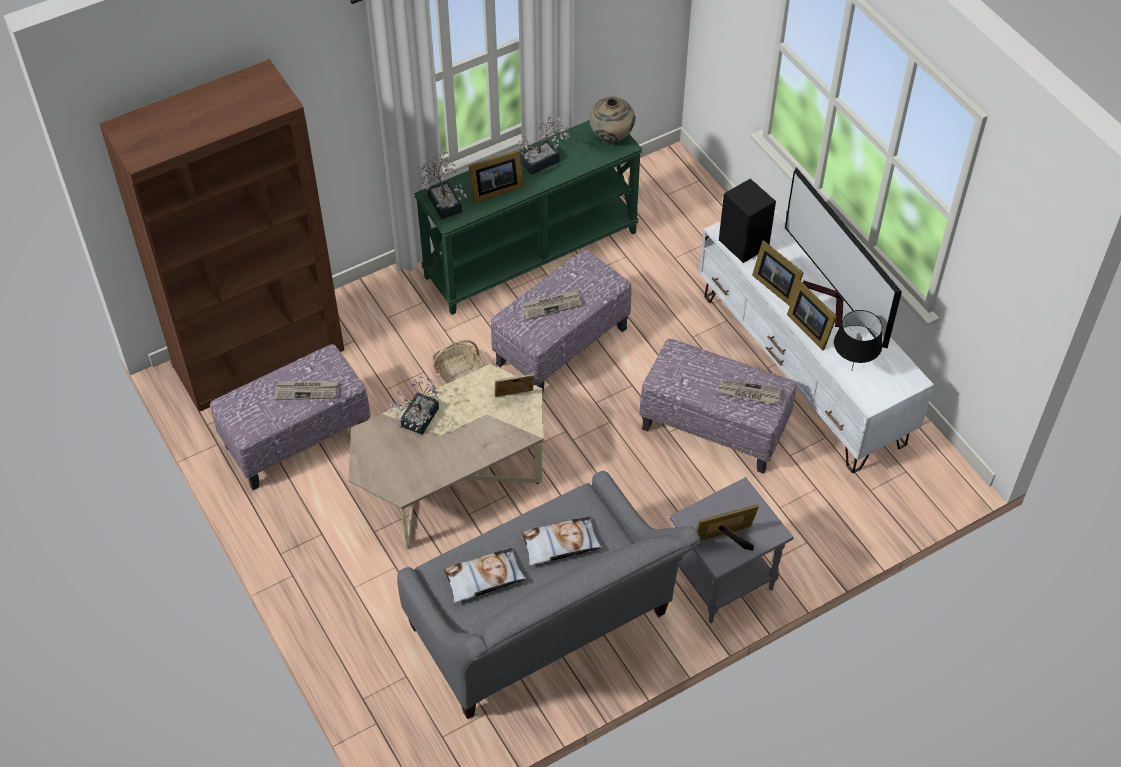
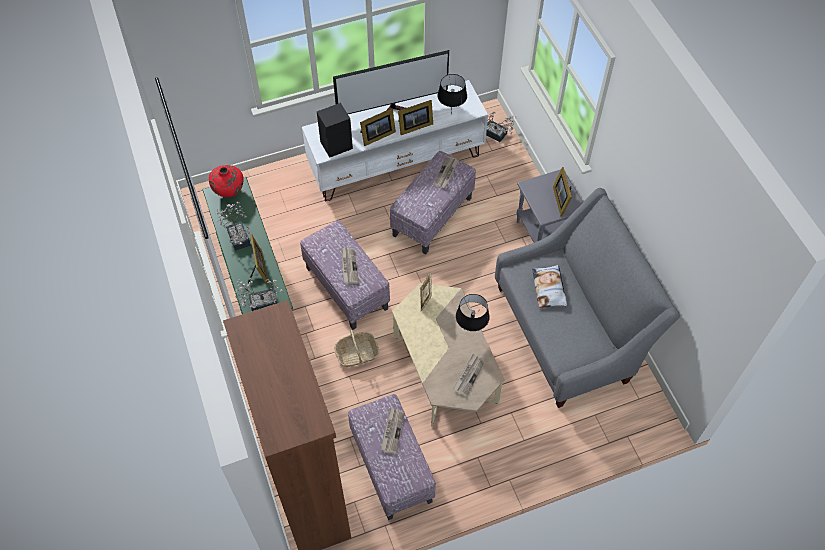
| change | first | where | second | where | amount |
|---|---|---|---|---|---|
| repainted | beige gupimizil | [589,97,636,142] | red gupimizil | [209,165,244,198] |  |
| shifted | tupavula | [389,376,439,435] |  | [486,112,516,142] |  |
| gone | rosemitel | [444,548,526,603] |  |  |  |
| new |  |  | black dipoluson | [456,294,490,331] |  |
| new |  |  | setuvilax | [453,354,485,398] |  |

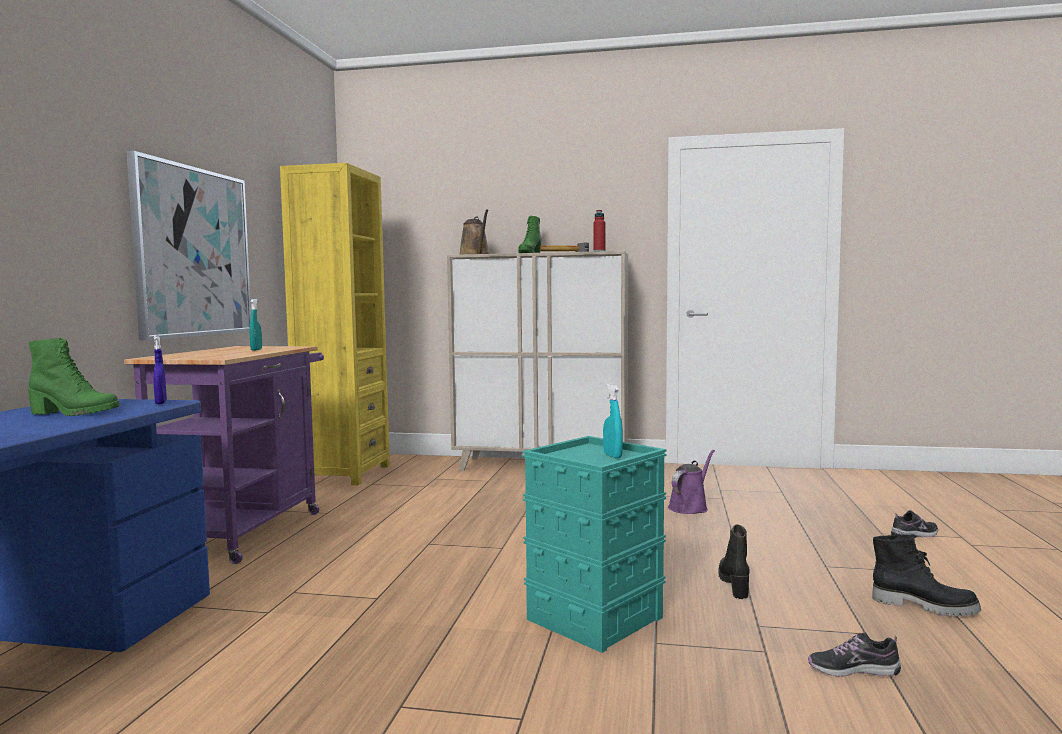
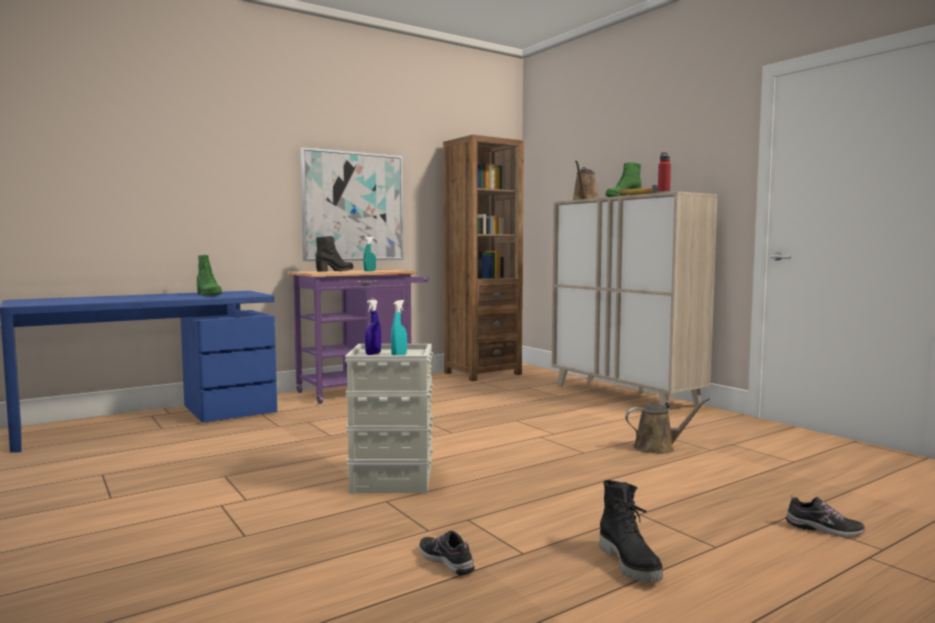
| change | first | where | second | where | amount |
|---|---|---|---|---|---|
| repainted | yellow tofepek | [280,163,390,486] | brown tofepek | [443,135,524,382] |  |
| shifted | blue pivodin | [153,335,167,404] |  | [365,299,381,355] |  |
| repainted | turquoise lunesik | [522,436,667,653] | grey lunesik | [345,344,434,494] |  |
| repainted | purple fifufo | [668,450,715,514] | brown fifufo | [625,398,710,454] |  |
| shifted | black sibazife | [718,524,749,599] |  | [315,236,353,272] |  |

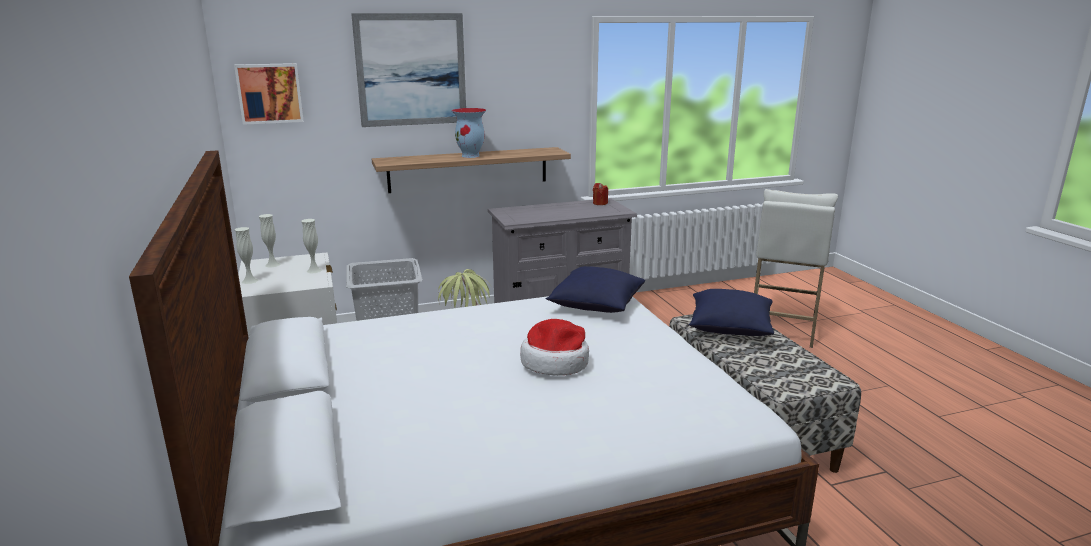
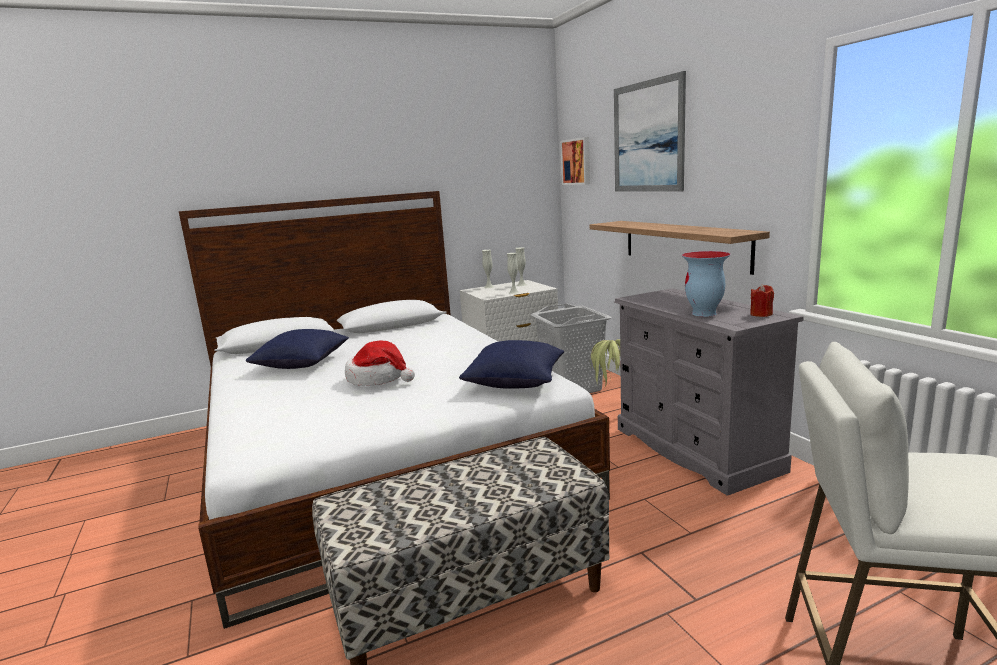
| change | first | where | second | where | amount |
|---|---|---|---|---|---|
| shifted | gupimizil | [451,108,486,158] |  | [682,251,731,317] |  |
| shifted | blue rosemitel | [688,289,774,336] |  | [246,329,349,369] |  |

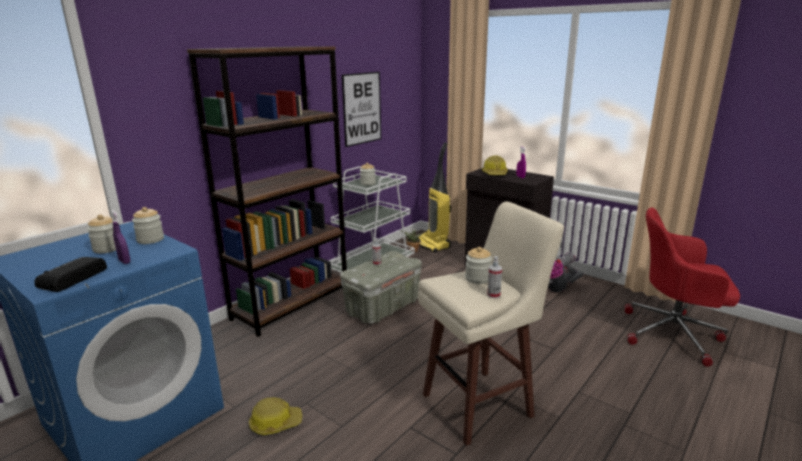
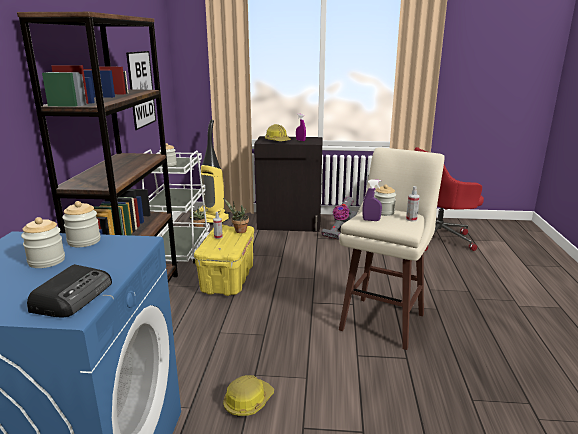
| change | first | where | second | where | amount |
|---|---|---|---|---|---|
| shifted | purple pivodin | [110,211,131,264] |  | [362,179,382,221] |  |
| repainted | grey lunesik | [340,251,422,324] | yellow lunesik | [194,225,254,296] |  |
| rotated | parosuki | [35,257,107,292] |  | [27,264,112,317] | 150 degrees counterclockwise |
| new |  |  | tupavula | [223,198,249,233] |  |

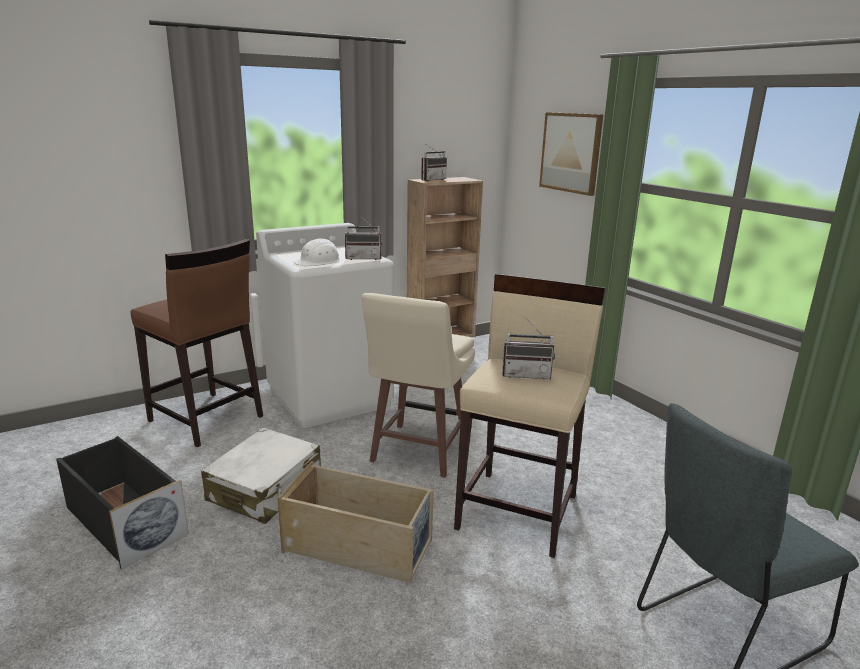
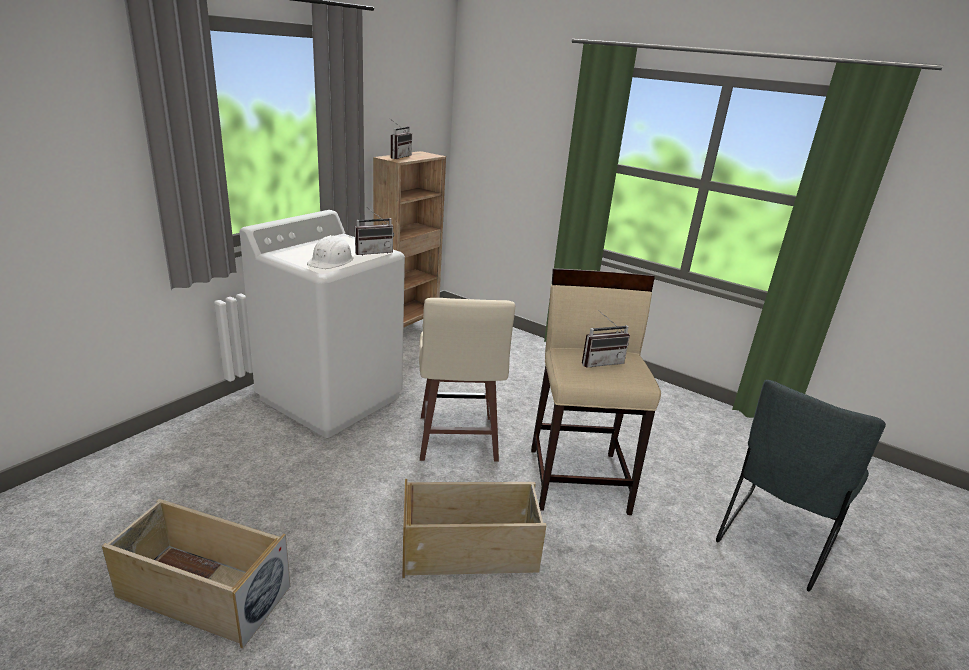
| change | first | where | second | where | amount |
|---|---|---|---|---|---|
| gone | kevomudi | [539,112,603,196] |  |  |  |
| gone | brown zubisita | [131,239,263,447] |  |  |  |
| gone | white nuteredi | [201,427,321,524] |  |  |  |
| repainted | black lunesik | [56,436,189,569] | beige lunesik | [102,499,290,648] |  |

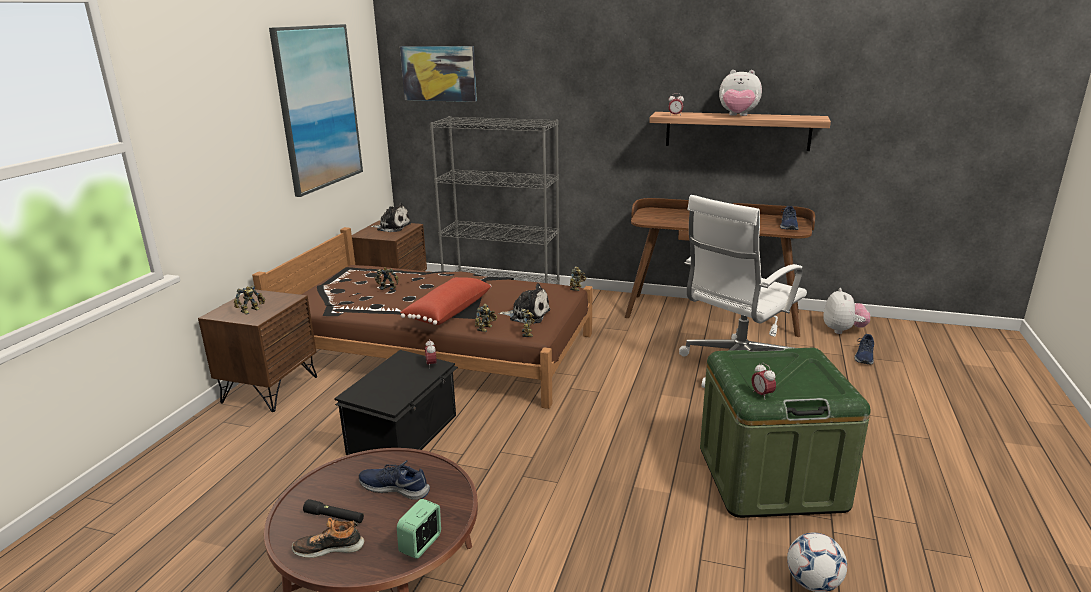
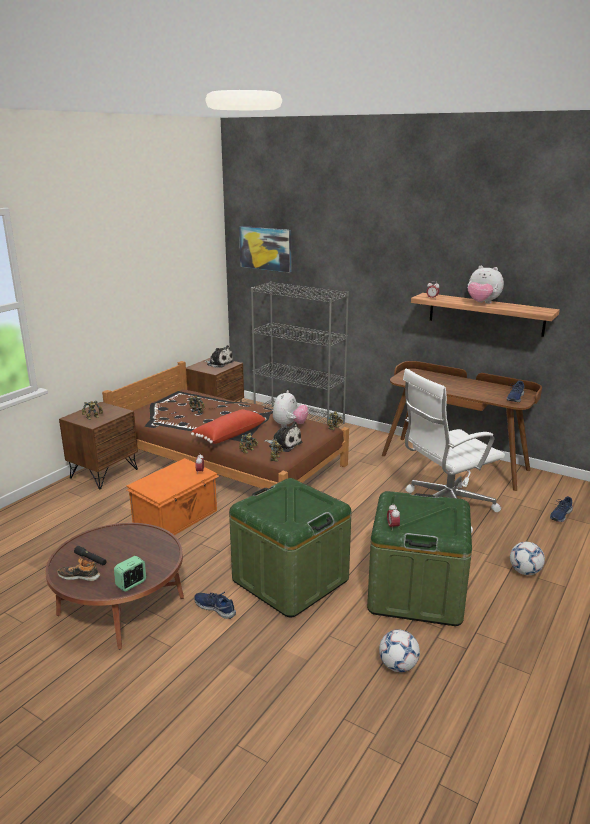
| change | first | where | second | where | amount |
|---|---|---|---|---|---|
| gone | kevomudi | [269,24,363,197] |  |  |  |
| shifted | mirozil | [823,288,870,334] |  | [273,390,309,427] |  |
| repainted | black lunesik | [334,350,458,455] | orange lunesik | [126,458,219,535] |  |
| shifted | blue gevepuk | [359,460,430,500] |  | [194,592,236,619] |  |
| new |  |  | green lunesik | [229,478,352,617] |  |
| new |  |  | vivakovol | [510,542,545,575] |  |

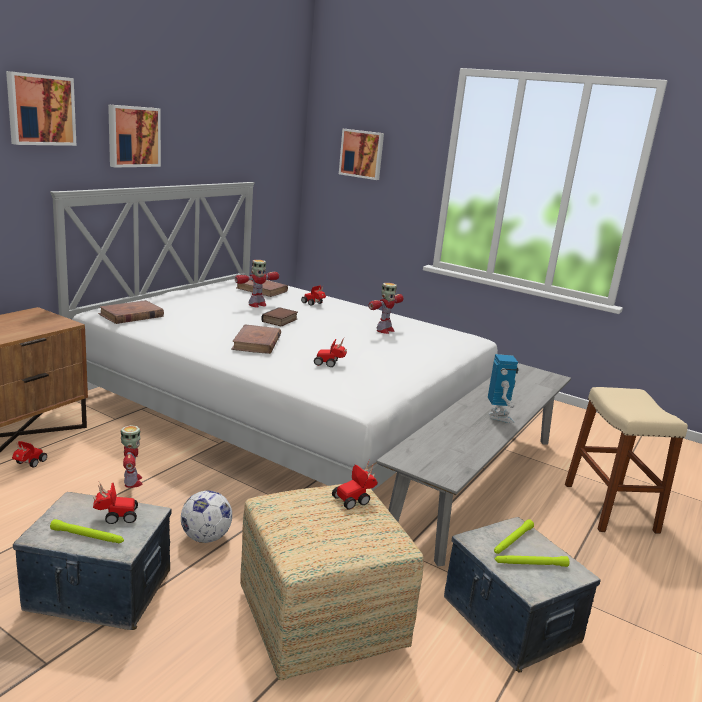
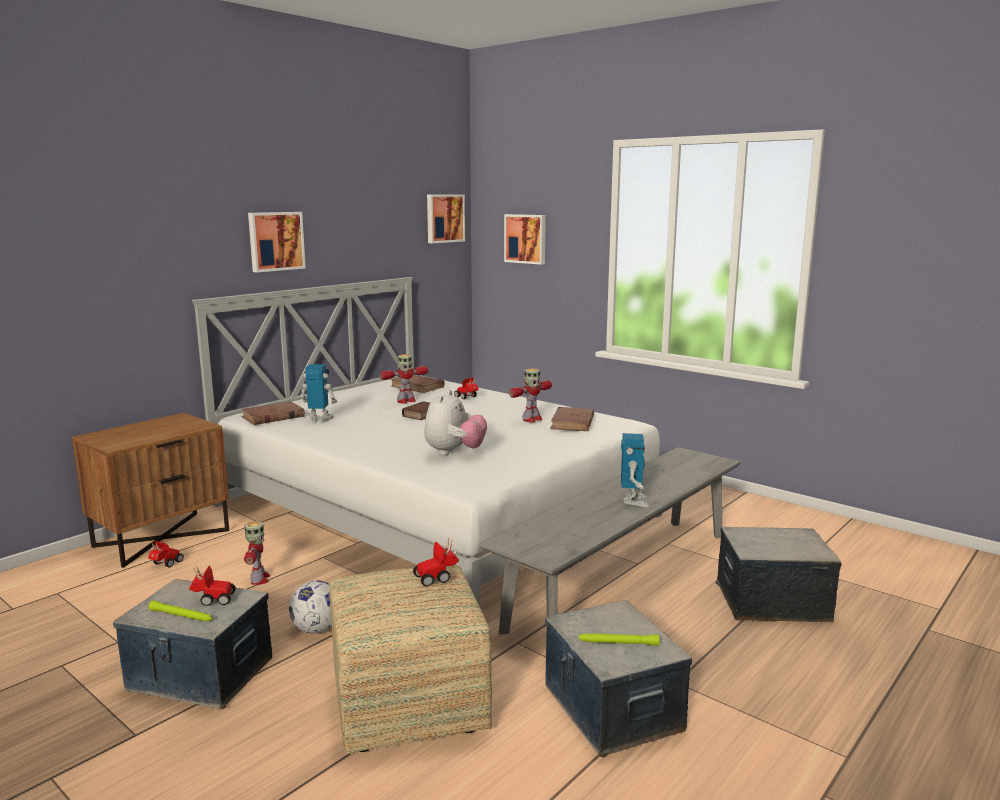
| change | first | where | second | where | amount |
|---|---|---|---|---|---|
| shifted | kevomudi | [6,71,77,146] |  | [427,194,465,243] |  |
| shifted | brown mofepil | [231,325,281,354] |  | [550,407,594,431] |  |
| swapped | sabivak | [314,338,347,367] | mirozil | [424,390,487,455] |  |
| swapped | beige zubisita | [565,387,688,534] | lunesik | [715,527,842,622] |  |
| gone | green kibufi | [494,519,534,554] |  |  |  |
| new |  |  | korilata | [300,364,337,423] |  |

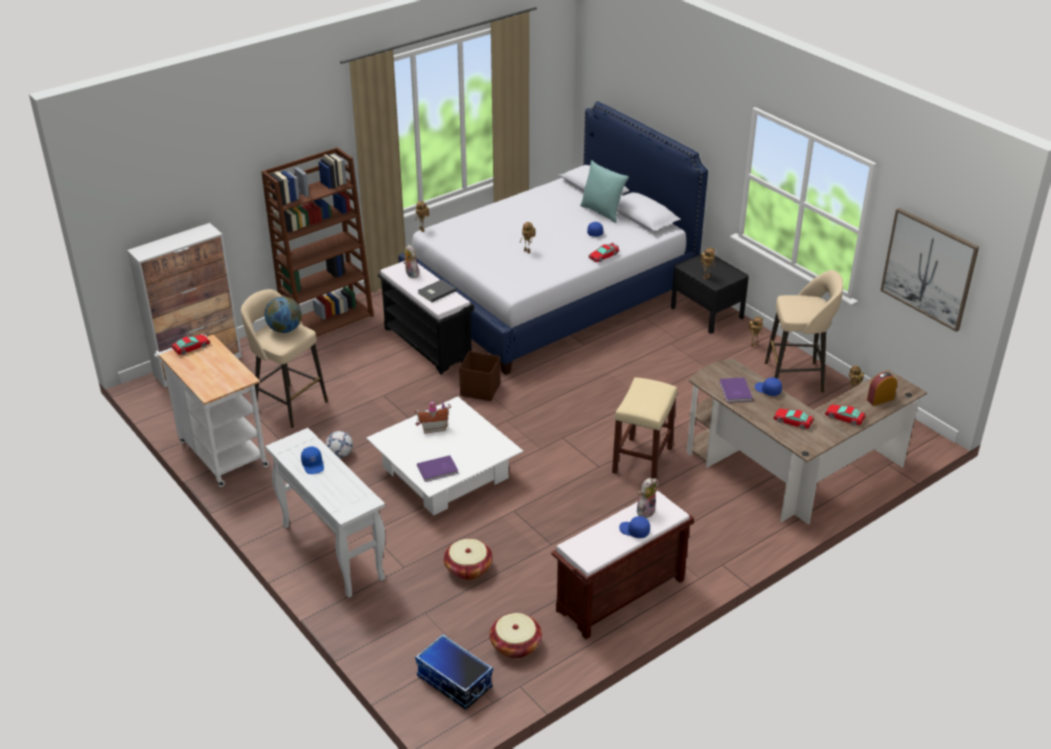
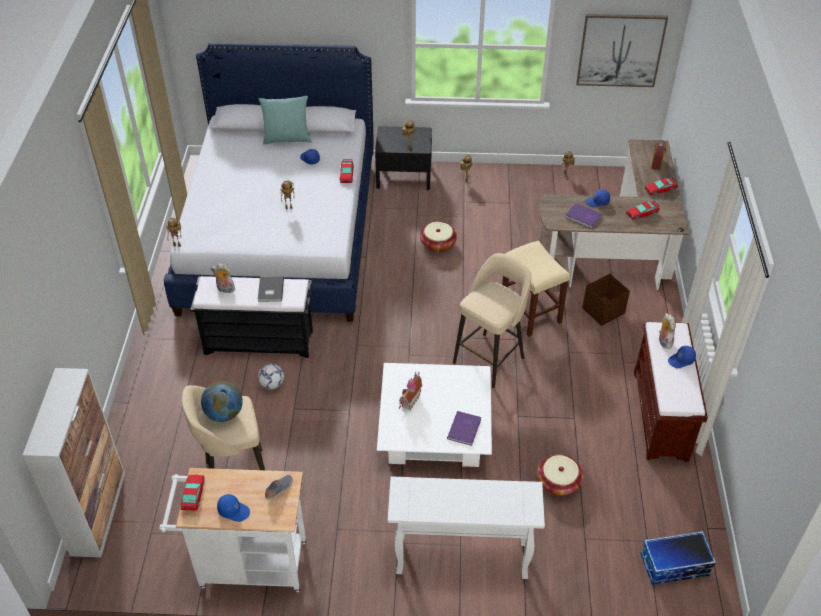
| change | first | where | second | where | amount |
|---|---|---|---|---|---|
| gone | brown tofepek | [261,147,374,337] |  |  |  |
| shifted | beige zubisita | [765,270,843,393] |  | [453,253,531,388] |  |
| shifted | brown lunesik | [459,351,500,401] |  | [582,274,630,326] |  |
| shifted | vivakovol | [326,431,353,458] |  | [258,364,284,390] |  |
| shifted | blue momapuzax | [301,446,324,474] |  | [217,494,250,522] |  |
| shifted | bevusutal | [490,613,542,658] |  | [420,222,457,252] |  |
| new |  |  | gevepuk | [265,475,293,500] |  |

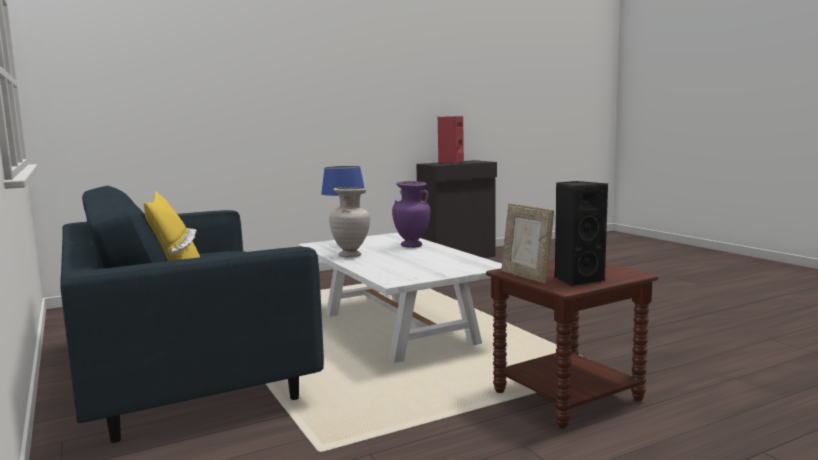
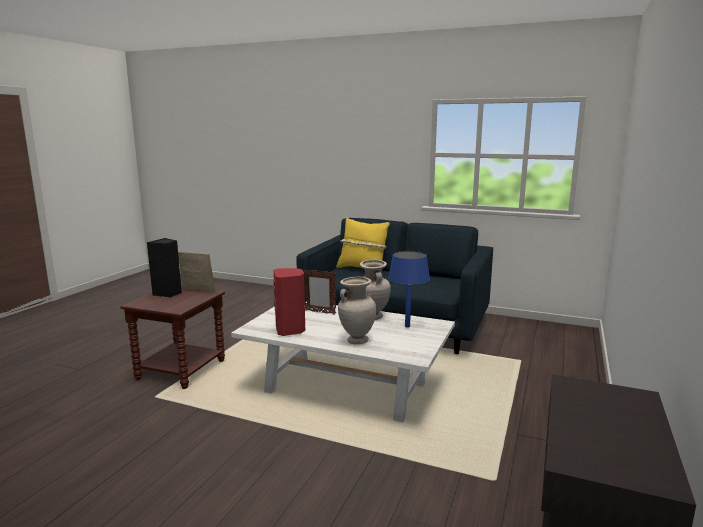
| change | first | where | second | where | amount |
|---|---|---|---|---|---|
| shifted | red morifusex | [438,116,464,164] |  | [273,268,305,336] |  |
| repainted | purple gupimizil | [392,181,430,248] | beige gupimizil | [338,277,376,344] |  |
| new |  |  | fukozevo | [303,269,336,314] |  |

